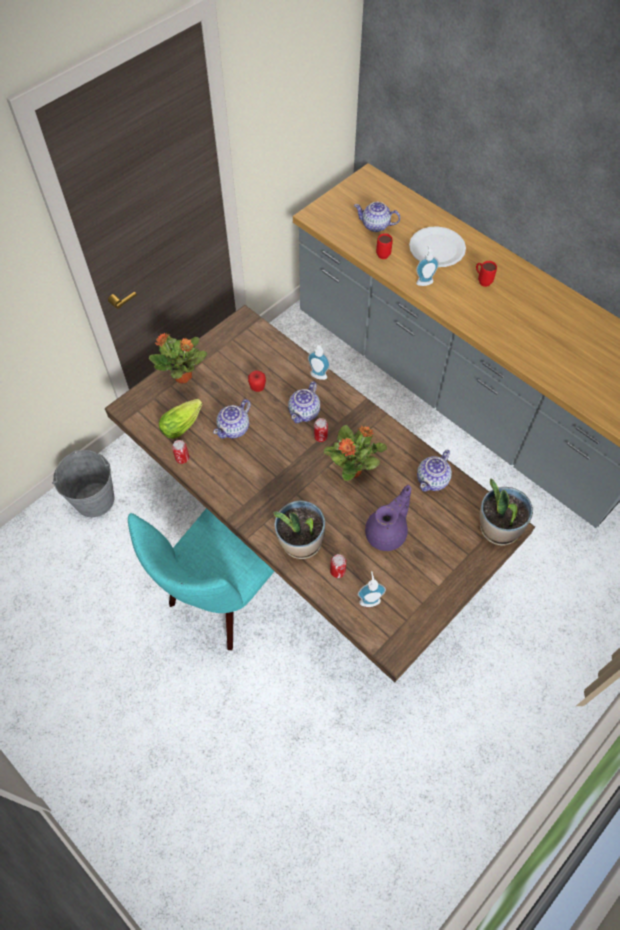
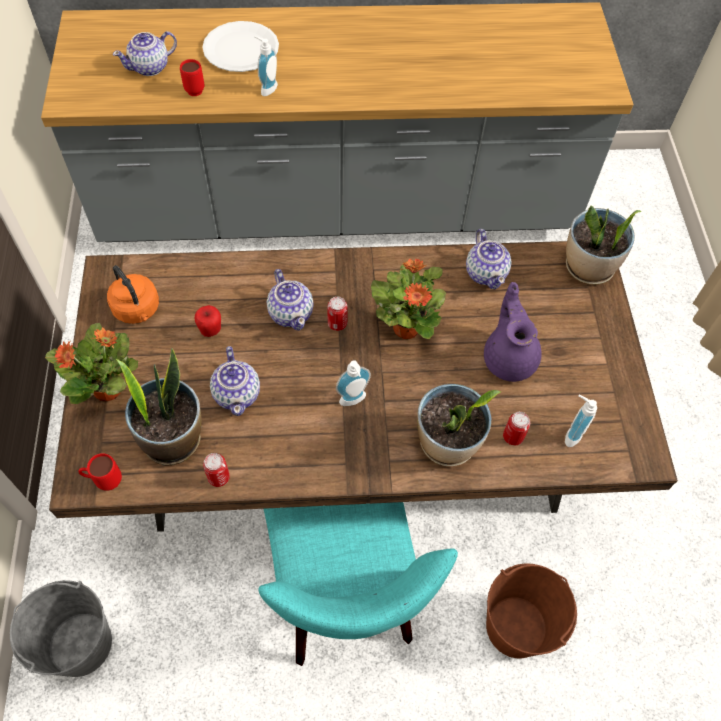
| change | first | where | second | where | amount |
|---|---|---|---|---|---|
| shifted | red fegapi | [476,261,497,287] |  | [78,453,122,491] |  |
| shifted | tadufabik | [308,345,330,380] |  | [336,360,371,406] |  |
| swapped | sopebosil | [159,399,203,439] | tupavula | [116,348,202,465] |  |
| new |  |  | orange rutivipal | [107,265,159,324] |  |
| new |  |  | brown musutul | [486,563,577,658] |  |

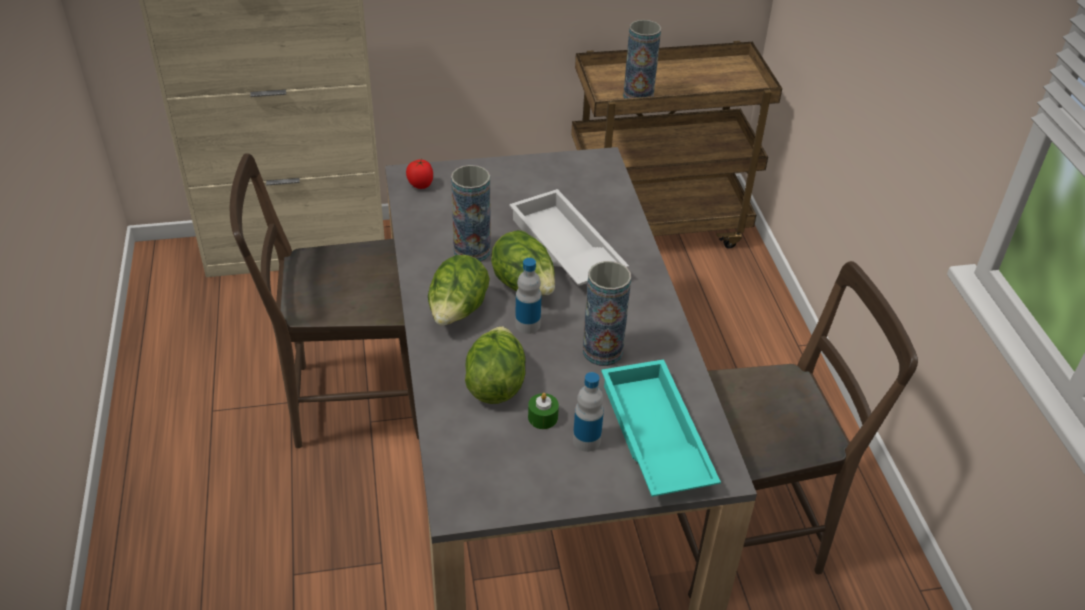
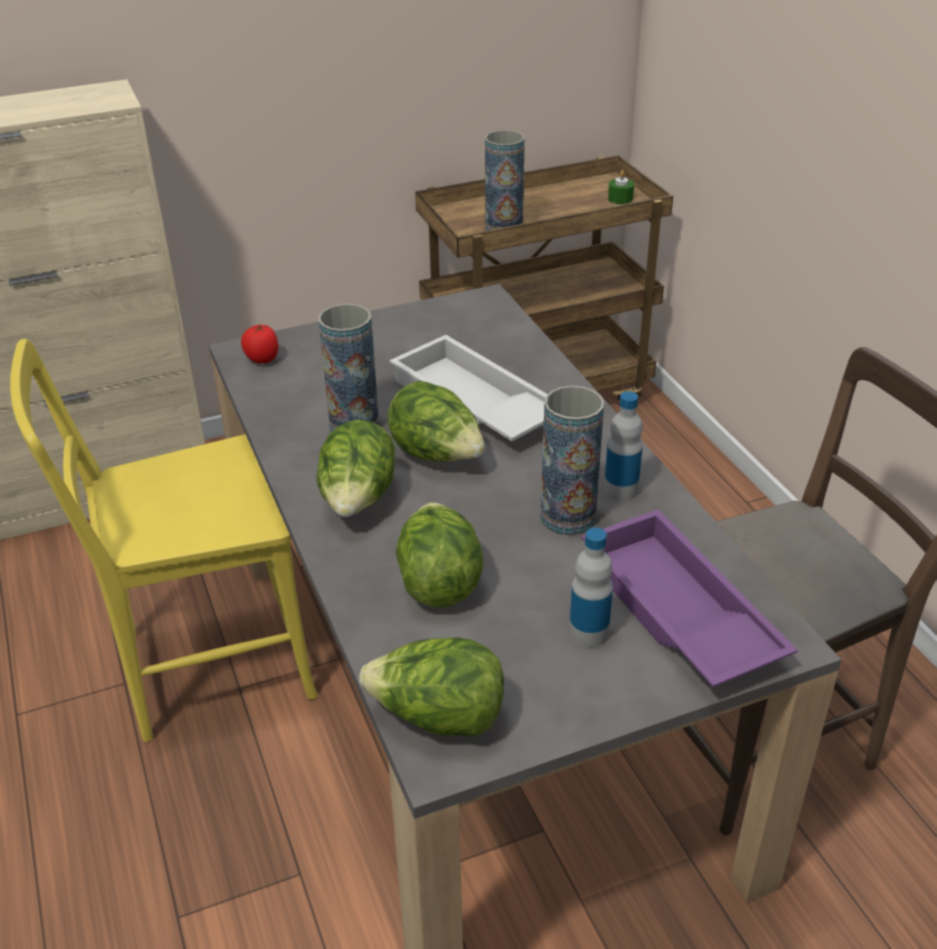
| change | first | where | second | where | amount |
|---|---|---|---|---|---|
| repainted | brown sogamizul | [230,153,419,448] | yellow sogamizul | [10,339,318,742] |  |
| shifted | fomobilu | [515,258,542,334] |  | [604,391,643,501] |  |
| repainted | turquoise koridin | [601,359,721,497] | purple koridin | [581,510,798,687] |  |
| shifted | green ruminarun | [528,393,559,429] |  | [608,170,634,204] |  |
| new |  |  | sopebosil | [359,637,504,736] |  |

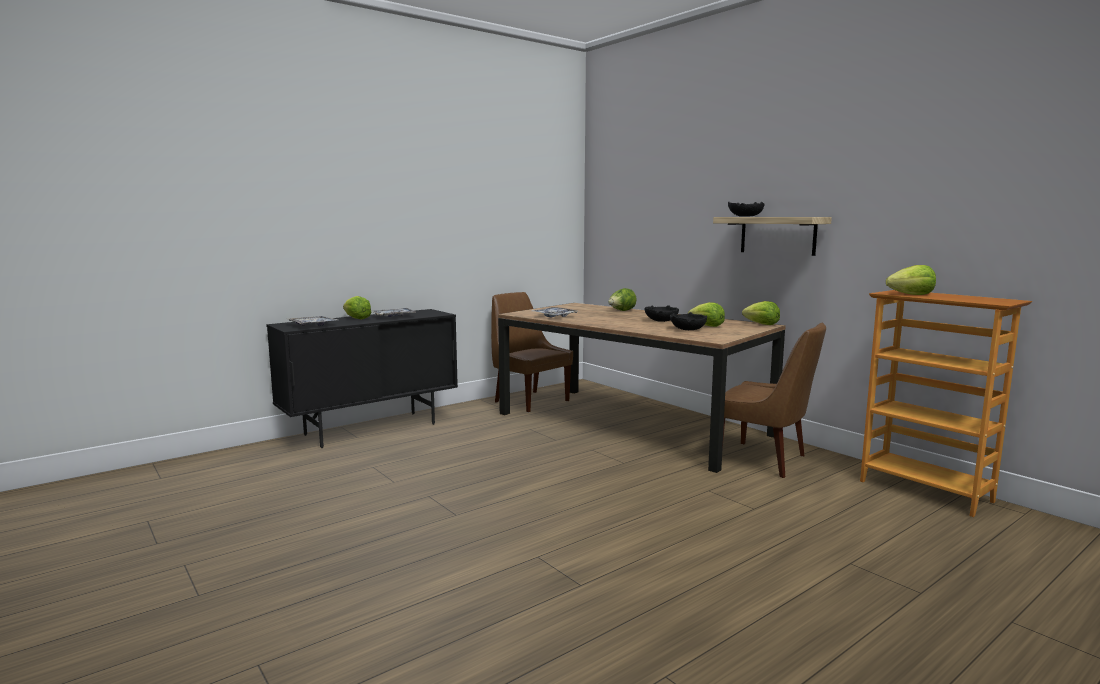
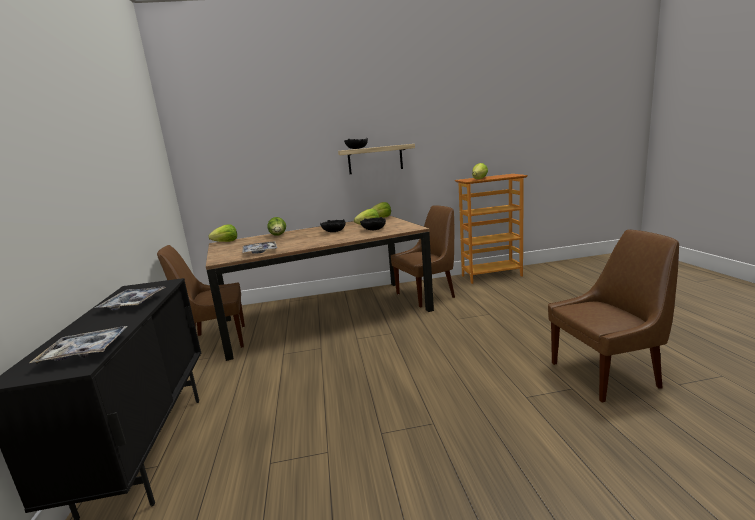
| change | first | where | second | where | amount |
|---|---|---|---|---|---|
| shifted | sopebosil | [343,296,371,319] |  | [208,224,237,242] |  |
| new |  |  | brown sogamizul | [548,229,679,403] |  |

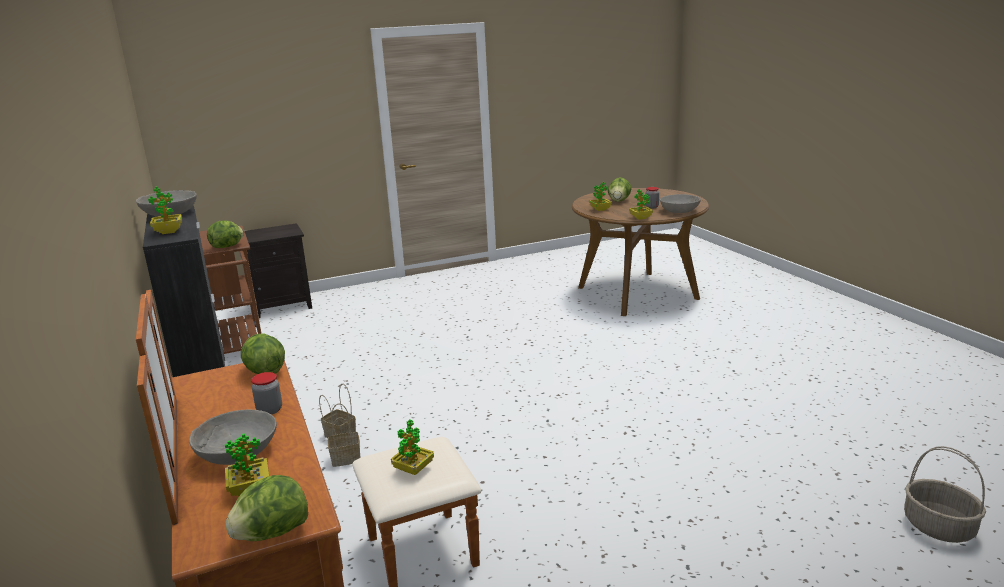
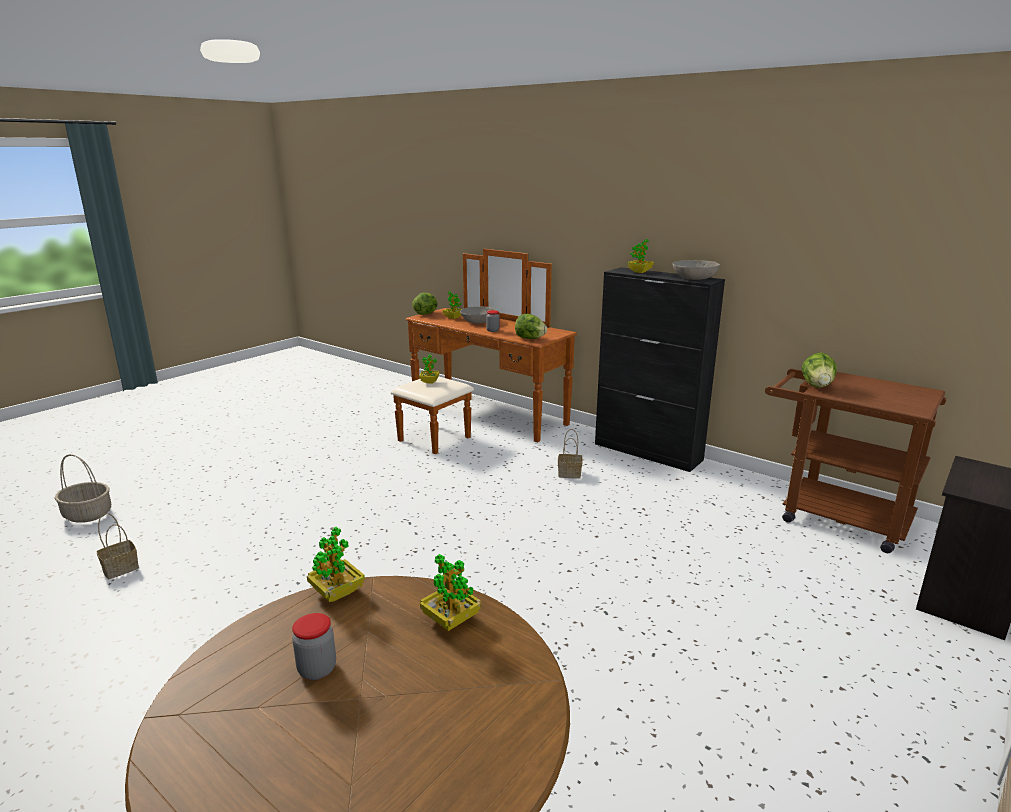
| change | first | where | second | where | amount |
|---|---|---|---|---|---|
| gone | sopebosil | [608,177,631,202] |  |  |  |
| gone | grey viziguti | [660,194,701,213] |  |  |  |
| shifted | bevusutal | [328,404,361,467] |  | [96,513,139,579] |  |

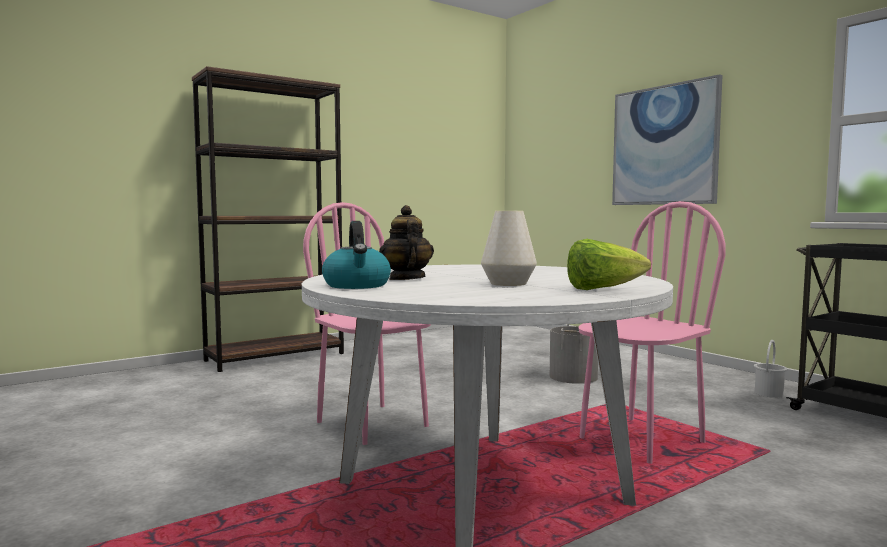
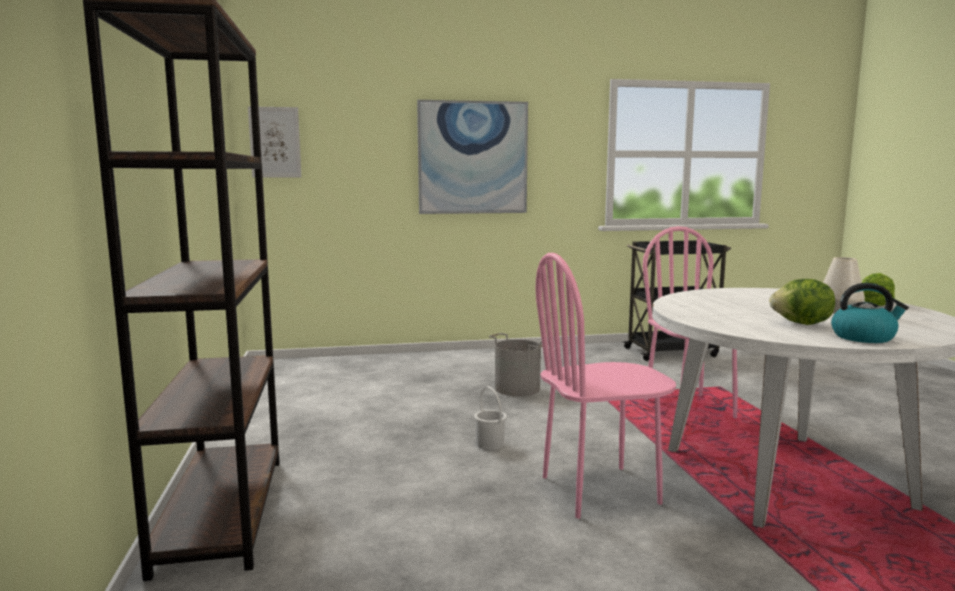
| change | first | where | second | where | amount |
|---|---|---|---|---|---|
| swapped | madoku | [379,205,434,280] | sopebosil | [769,279,835,325] |  |
| shifted | white musutul | [754,340,788,398] |  | [474,386,507,450] |  |
| new |  |  | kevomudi | [248,106,301,177] |  |

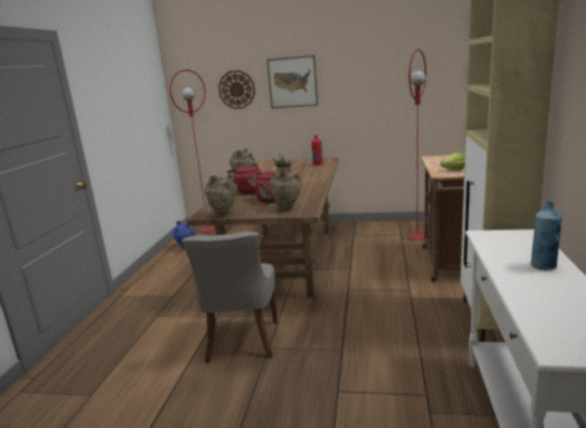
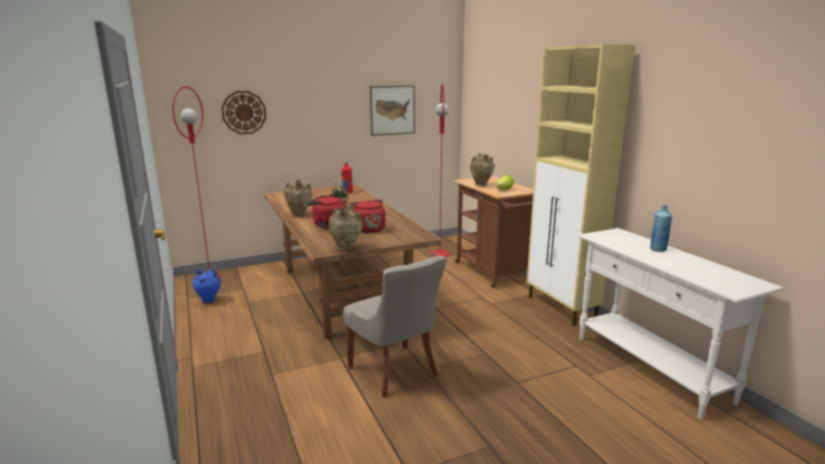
| change | first | where | second | where | amount |
|---|---|---|---|---|---|
| shifted | kevomudi | [267,55,318,109] |  | [370,85,415,136] |  |
| shifted | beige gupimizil | [269,167,302,211] |  | [470,153,495,186] |  |

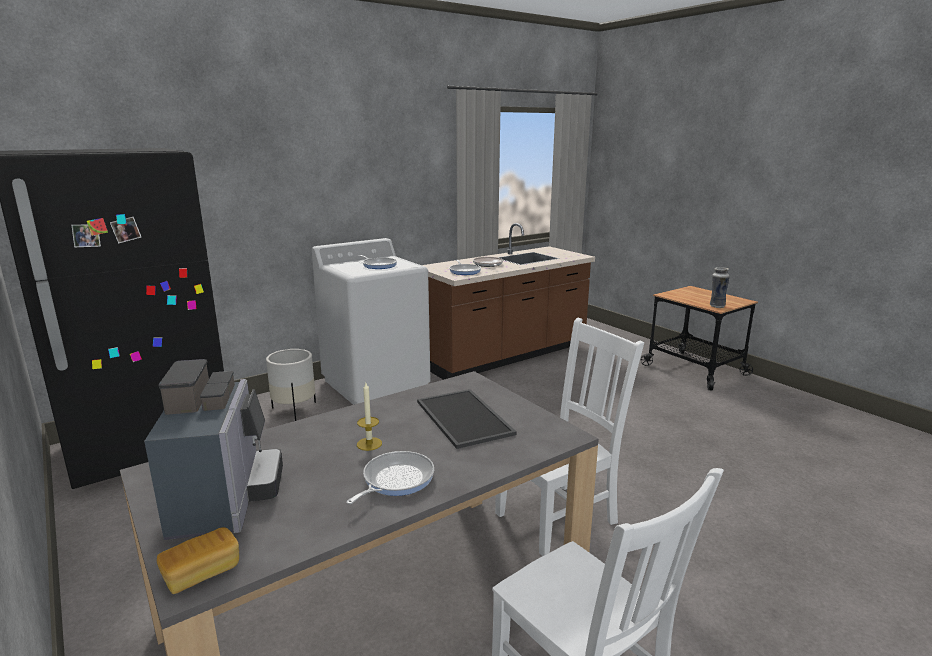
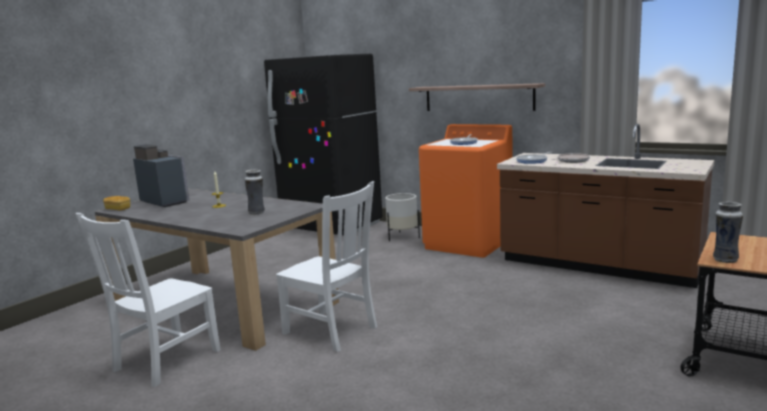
| change | first | where | second | where | amount |
|---|---|---|---|---|---|
| repainted | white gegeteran | [312,238,430,405] | orange gegeteran | [419,124,513,258] |  |
| rotated | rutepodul | [144,359,283,540] |  | [133,144,189,207] | 105 degrees counterclockwise |
| swapped | koridin | [417,389,517,449] | gupimizil | [245,169,265,215] |  |
| gone | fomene | [346,451,434,504] |  |  |  |
| new |  |  | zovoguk | [409,83,545,111] |  |

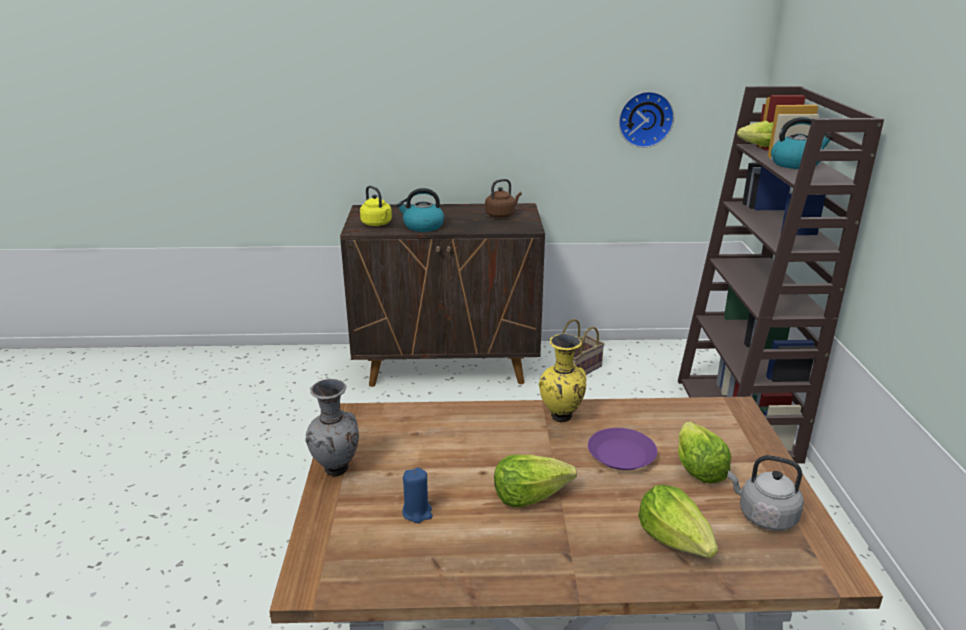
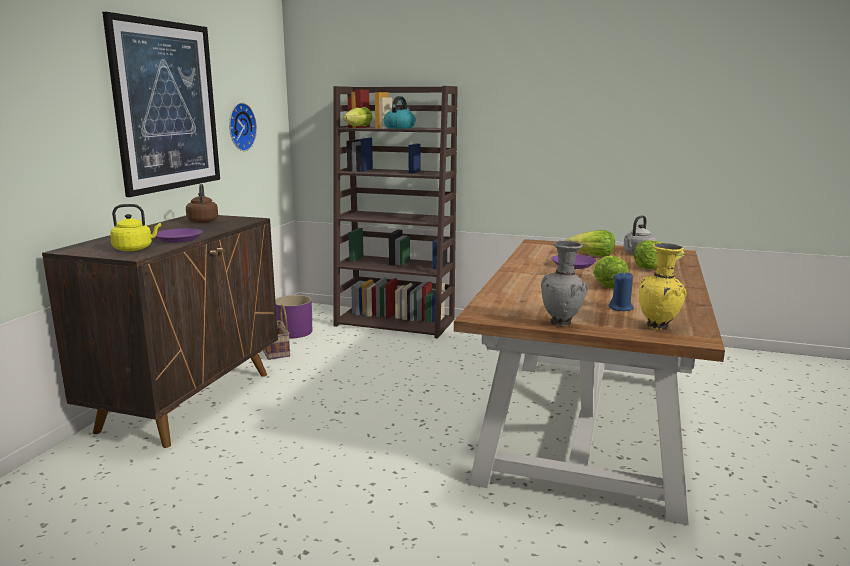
| change | first | where | second | where | amount |
|---|---|---|---|---|---|
| swapped | rutivipal | [396,188,444,232] | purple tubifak | [156,228,203,243] |  |
| shifted | yellow gupimizil | [539,334,586,422] |  | [639,243,687,330] |  |
| new |  |  | kevomudi | [102,12,220,197] |  |
| new |  |  | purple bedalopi | [275,295,312,338] |  |

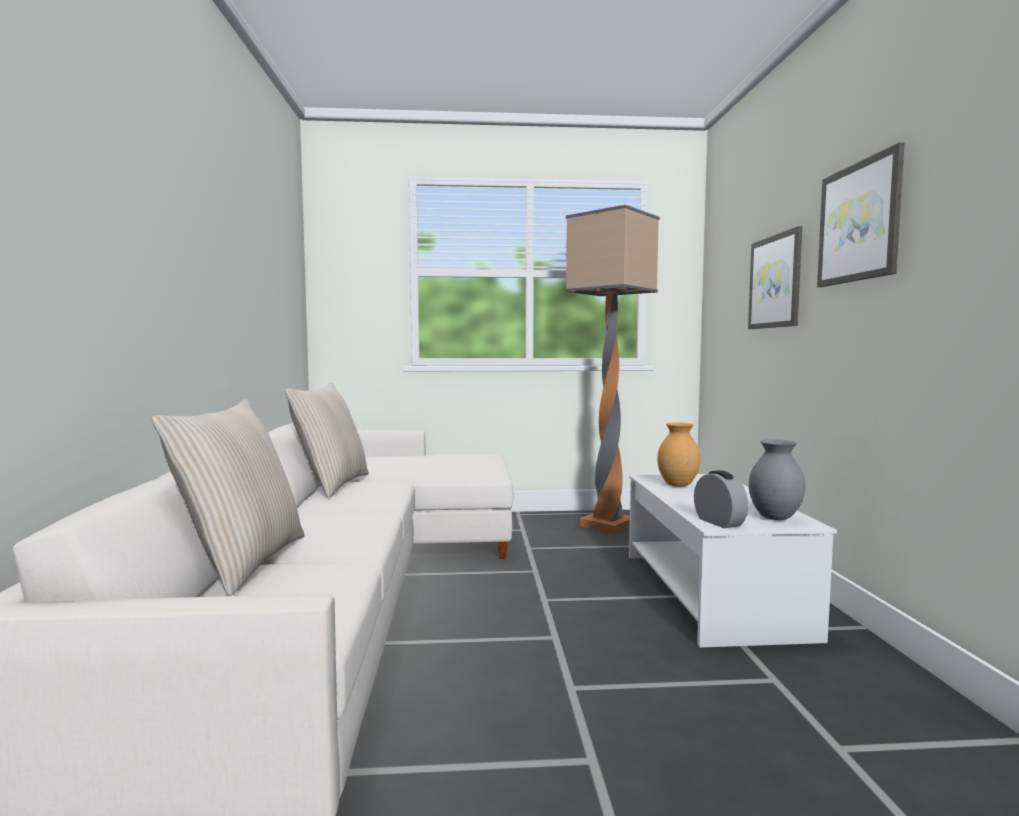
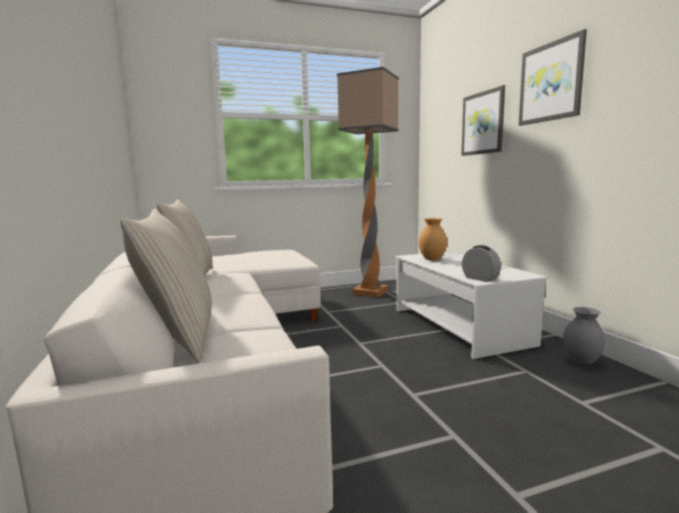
| change | first | where | second | where | amount |
|---|---|---|---|---|---|
| shifted | grey gupimizil | [749,439,805,520] |  | [563,307,605,365] |  |

